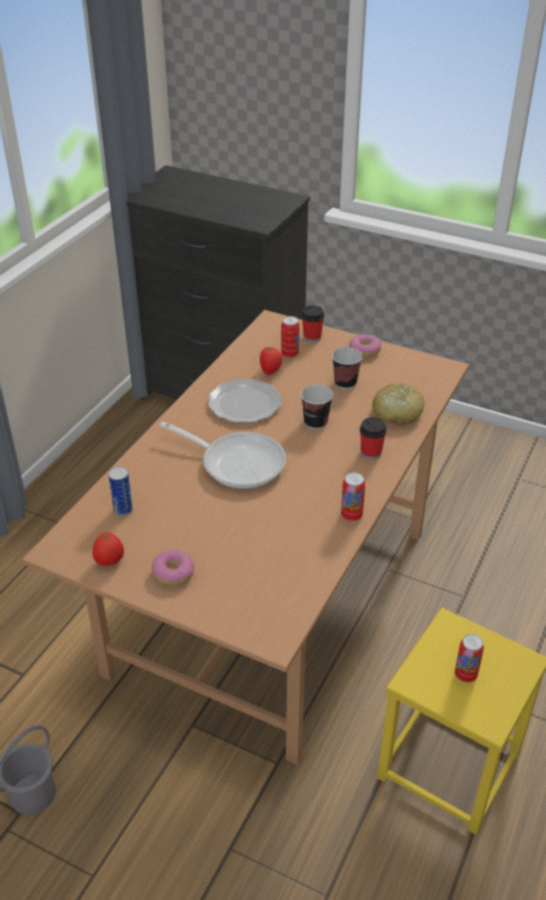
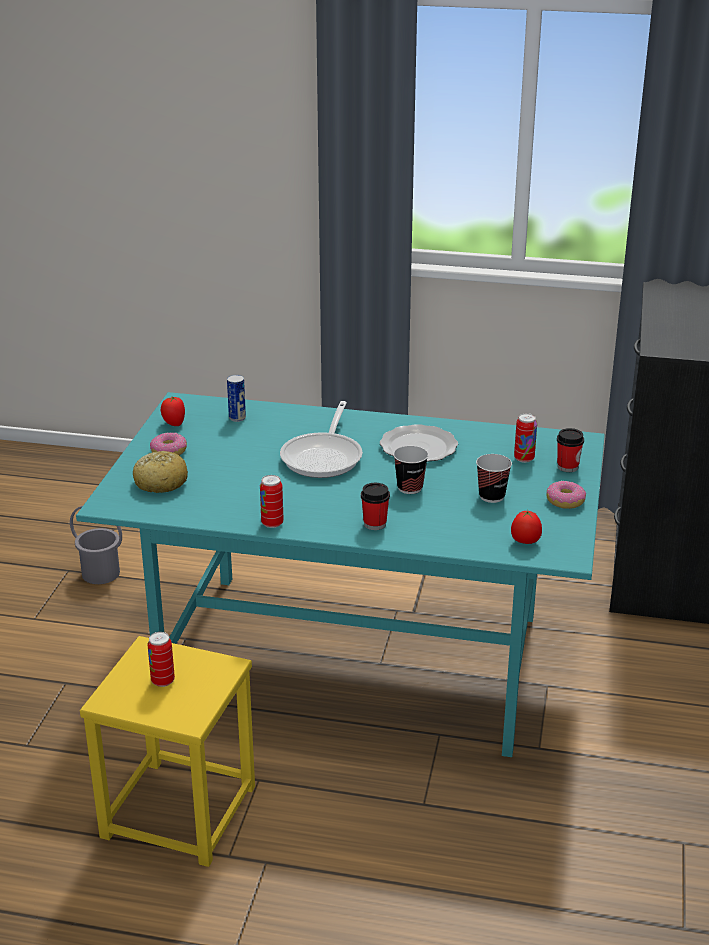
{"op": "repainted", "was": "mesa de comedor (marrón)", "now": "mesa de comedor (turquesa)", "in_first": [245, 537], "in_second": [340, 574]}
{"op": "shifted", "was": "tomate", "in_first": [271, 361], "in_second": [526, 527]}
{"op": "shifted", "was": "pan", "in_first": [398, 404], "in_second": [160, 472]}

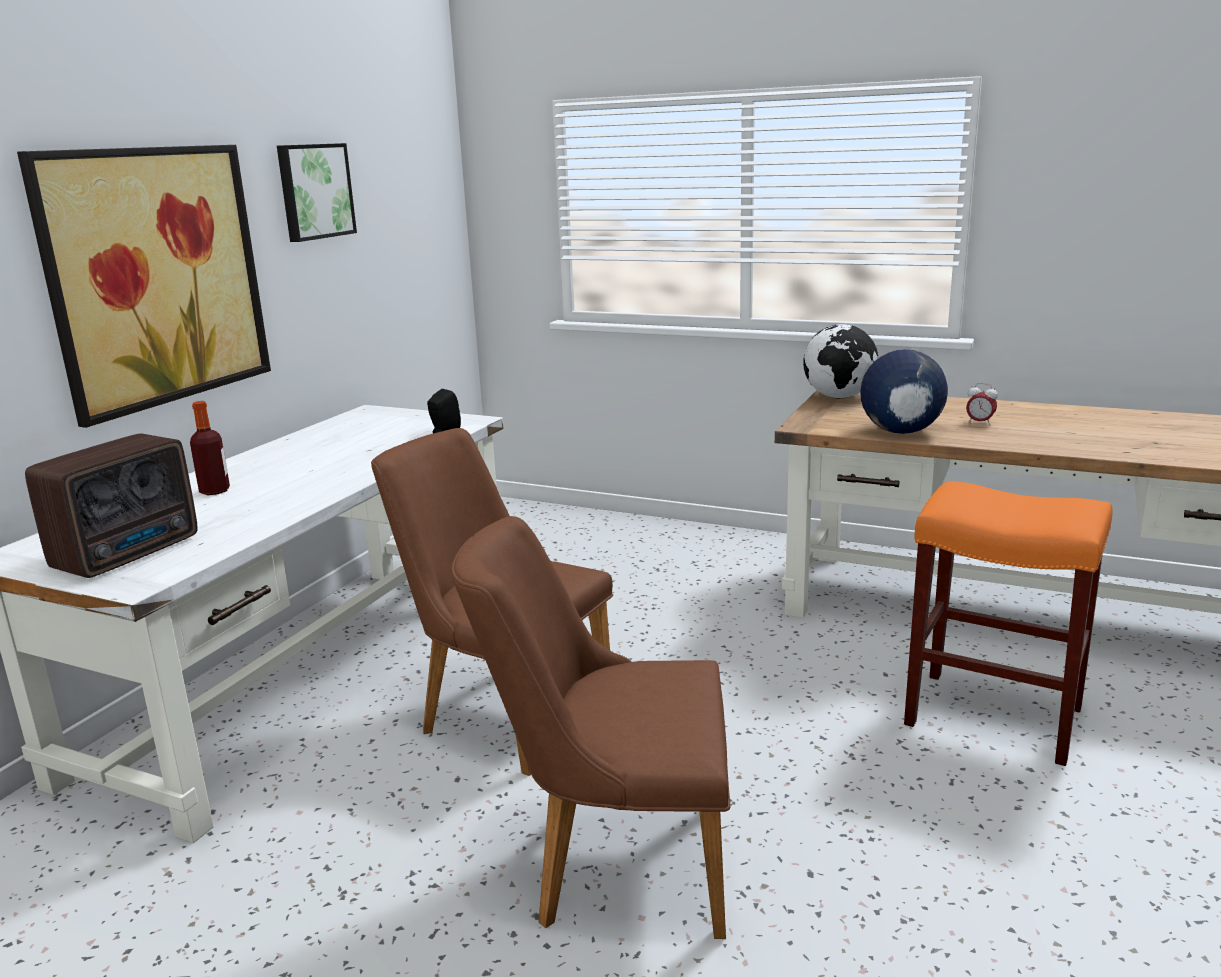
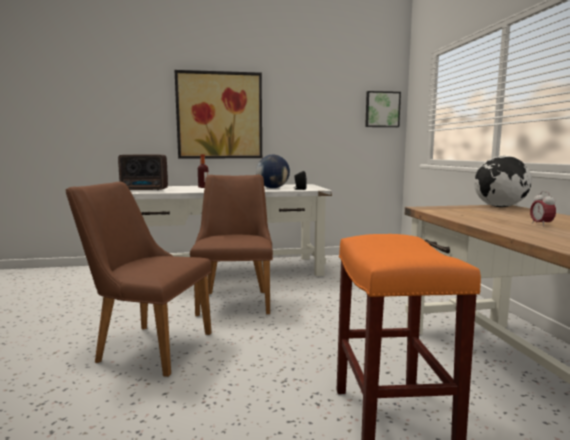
{"op": "shifted", "was": "cuadro", "in_first": [317, 192], "in_second": [383, 109]}
{"op": "rotated", "was": "silla (marrón)", "in_first": [590, 727], "in_second": [139, 279], "clockwise": -45}
{"op": "shifted", "was": "globo terráqueo", "in_first": [904, 391], "in_second": [273, 171]}

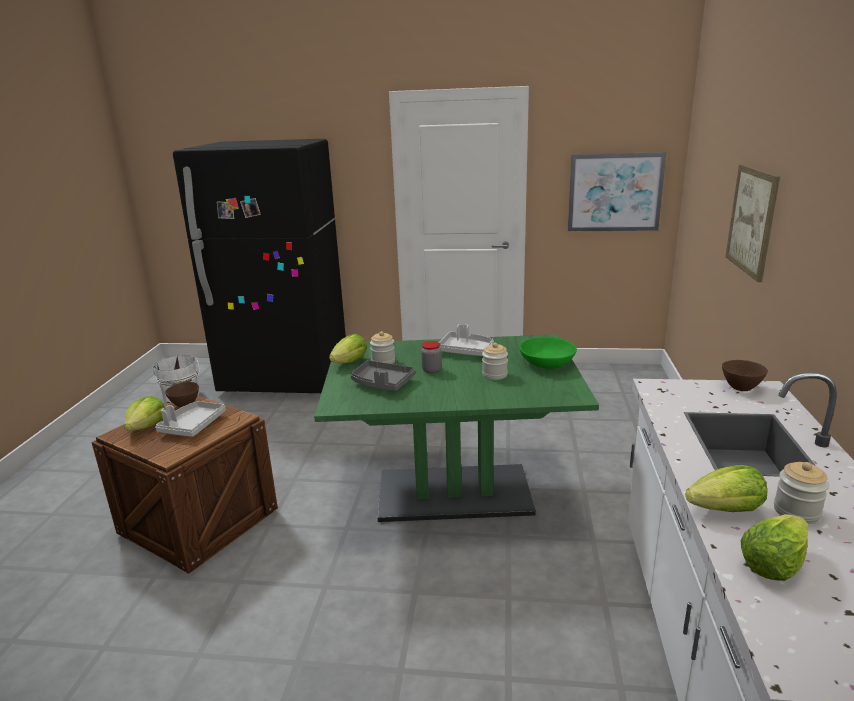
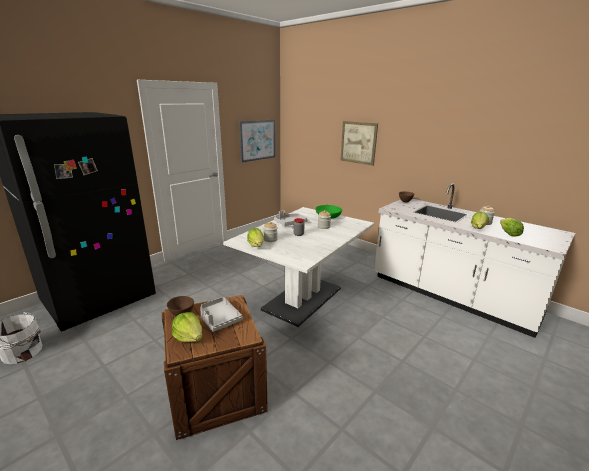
{"op": "repainted", "was": "mesa de comedor (verde)", "now": "mesa de comedor (blanco)", "in_first": [456, 428], "in_second": [298, 267]}
{"op": "gone", "was": "bandeja (gris)", "in_first": [383, 375]}

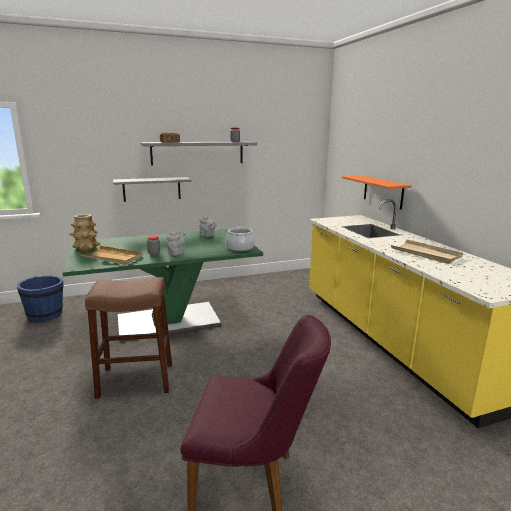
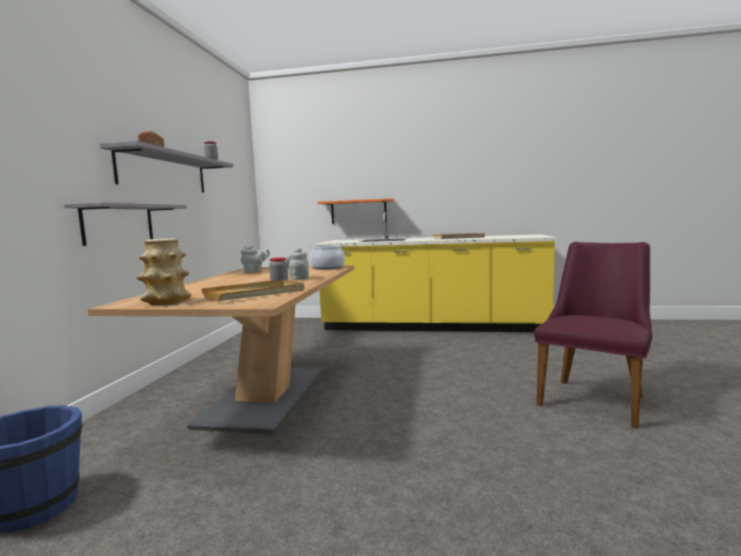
{"op": "repainted", "was": "mesa de comedor (verde)", "now": "mesa de comedor (marrón)", "in_first": [163, 285], "in_second": [221, 350]}
{"op": "gone", "was": "taburete (marrón)", "in_first": [128, 337]}

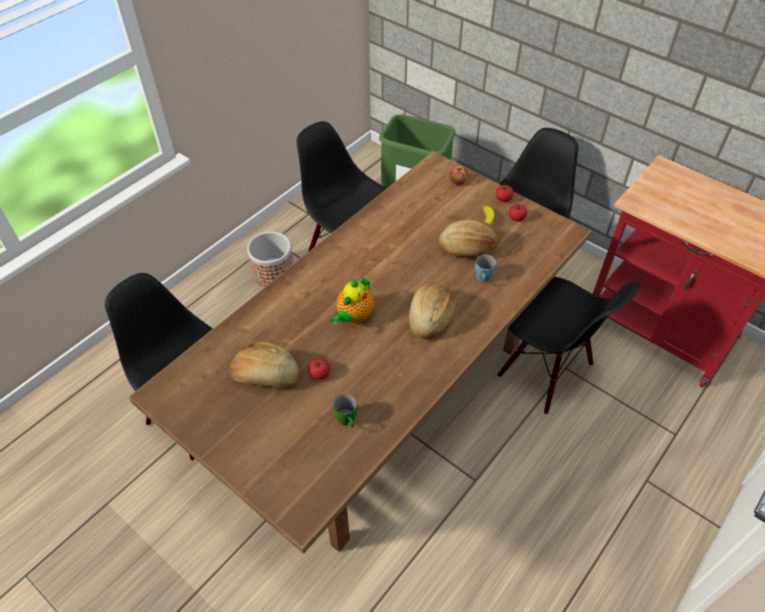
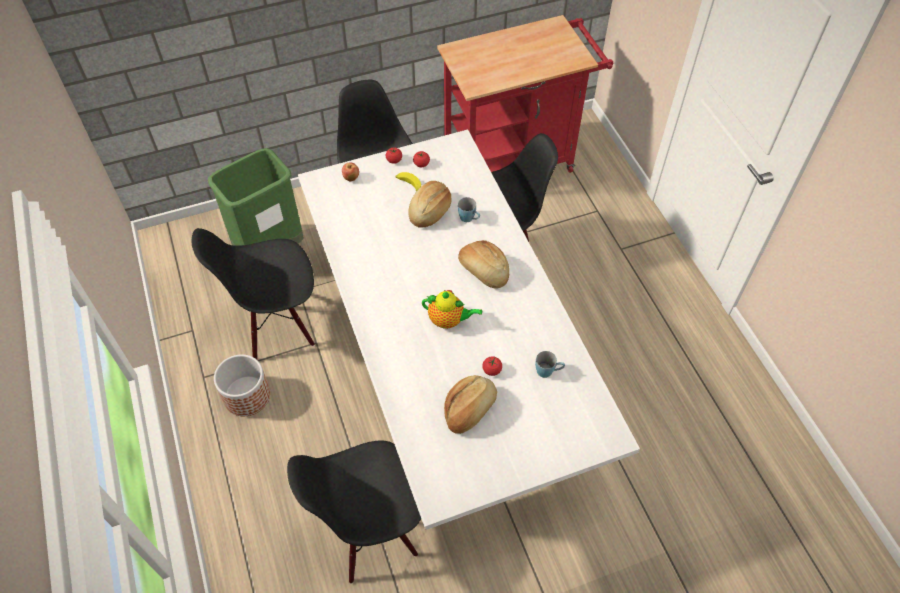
{"op": "repainted", "was": "mesa de comedor (marrón)", "now": "mesa de comedor (blanco)", "in_first": [360, 352], "in_second": [469, 330]}
{"op": "rotated", "was": "tetera", "in_first": [352, 301], "in_second": [452, 309], "clockwise": -45}
{"op": "repainted", "was": "taza grande (verde)", "now": "taza grande (azul)", "in_first": [345, 411], "in_second": [550, 364]}

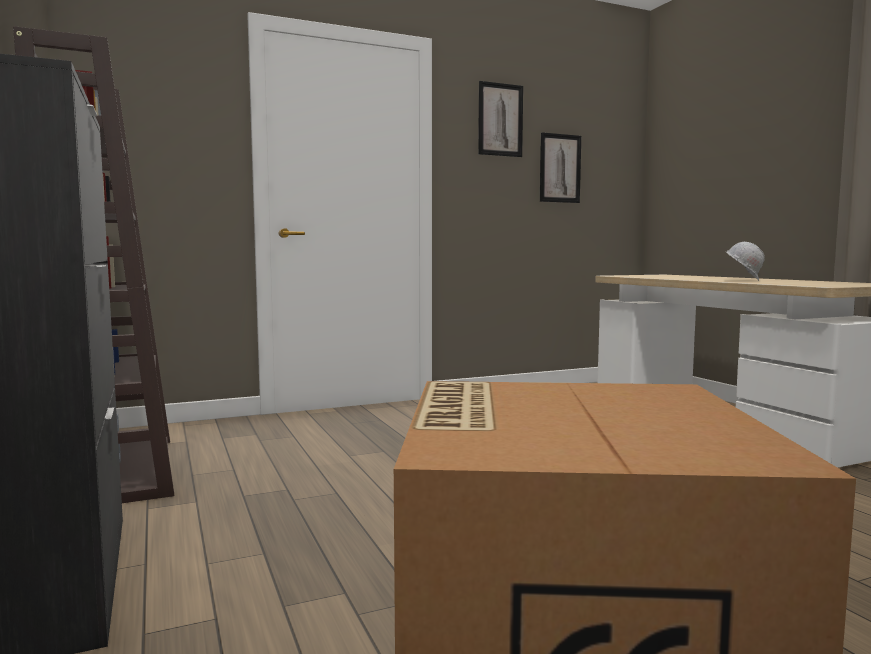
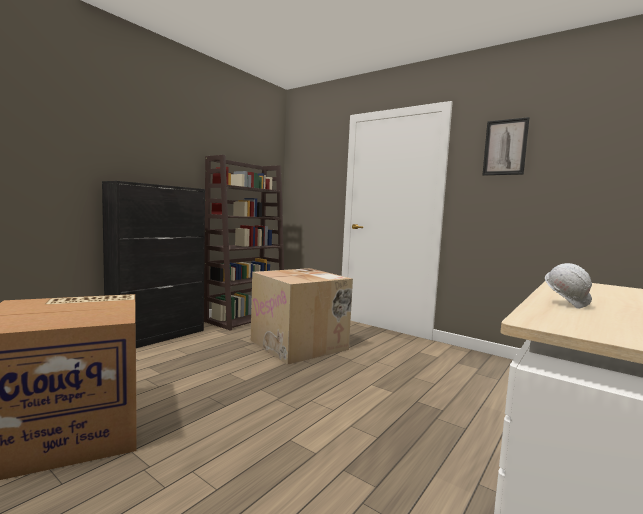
{"op": "gone", "was": "cuadro", "in_first": [560, 167]}
{"op": "new", "now": "caja de cartón", "in_second": [302, 316]}

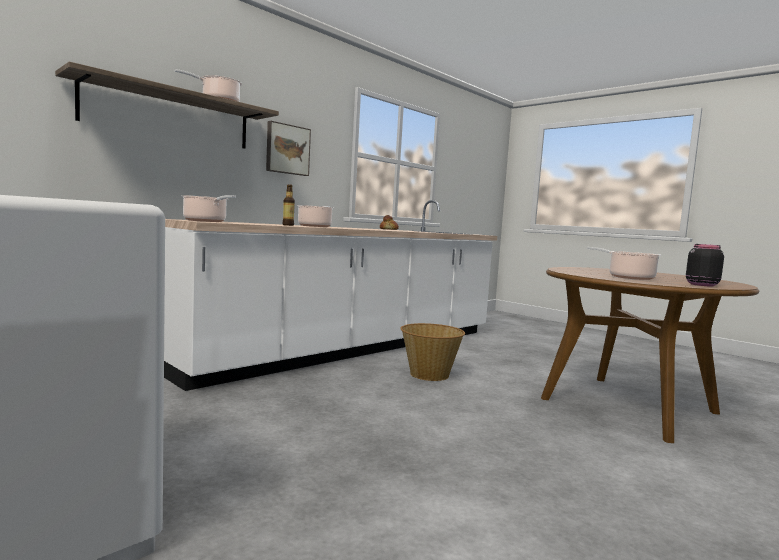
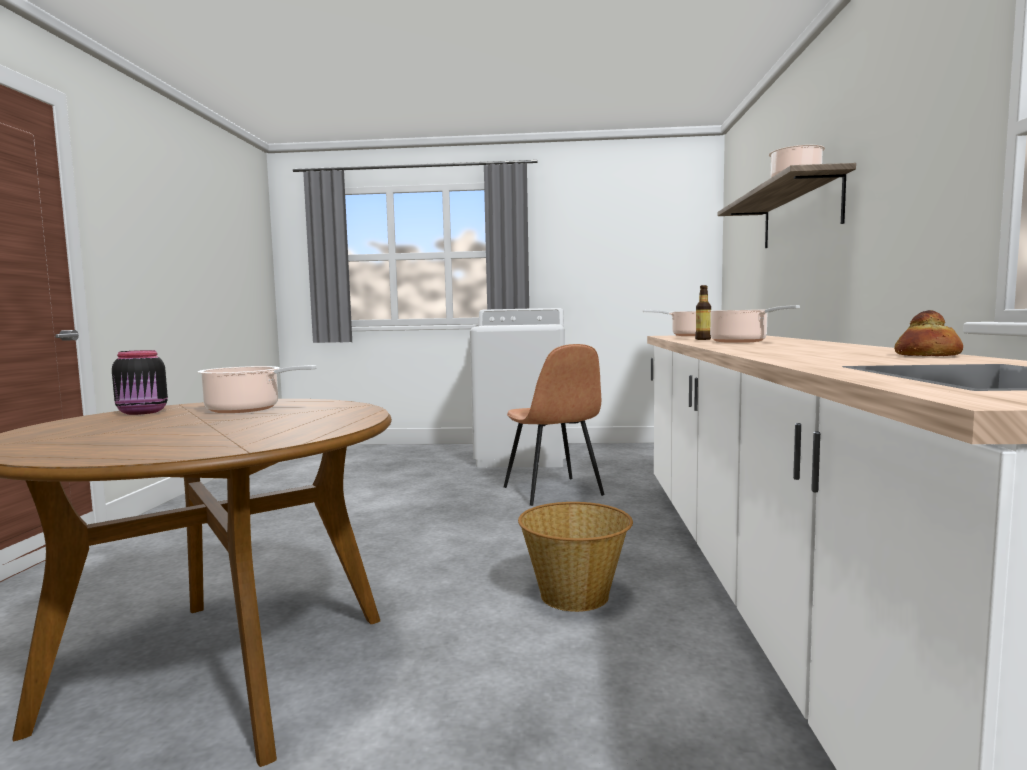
{"op": "gone", "was": "cuadro", "in_first": [288, 148]}
{"op": "new", "now": "silla (marrón)", "in_second": [554, 425]}

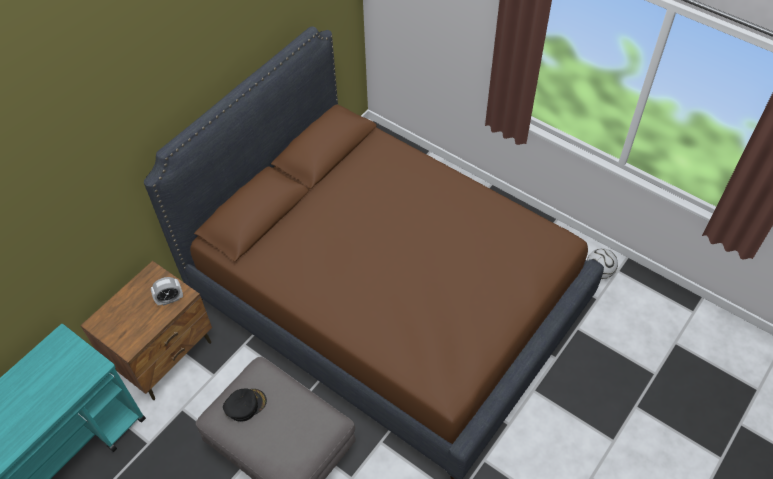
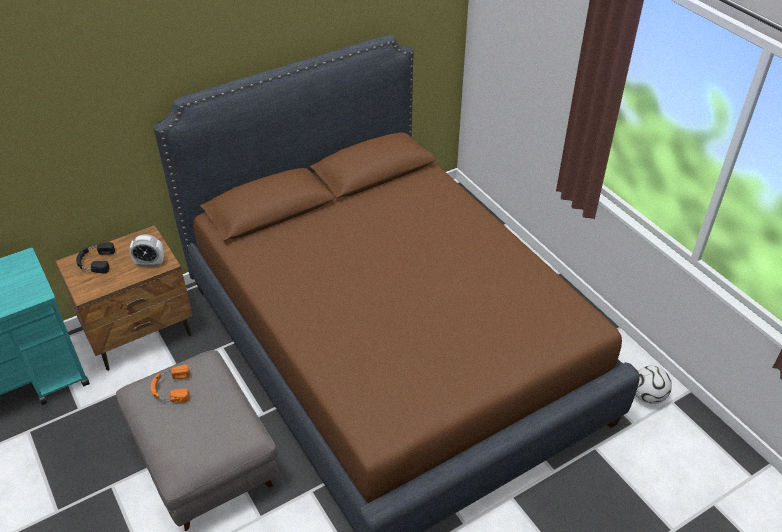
{"op": "swapped", "was": "gorra (negro)", "now": "auriculares (naranja)", "in_first": [245, 405], "in_second": [170, 383]}
{"op": "new", "now": "auriculares (negro)", "in_second": [95, 257]}

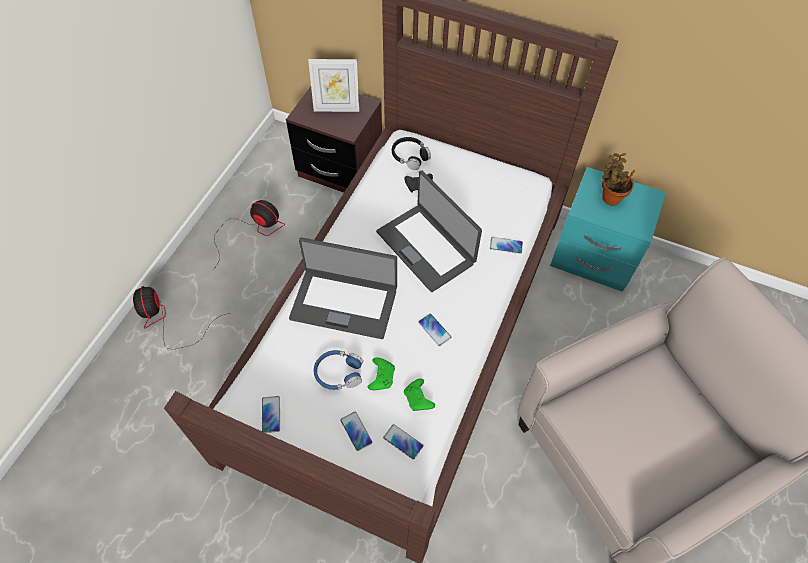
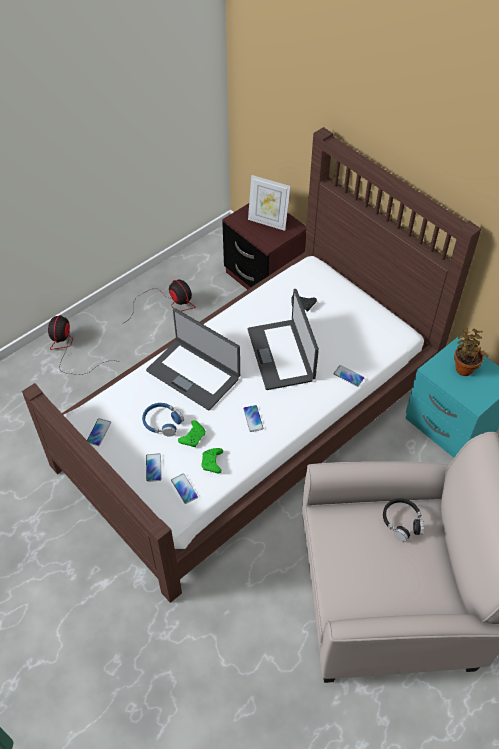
{"op": "shifted", "was": "auriculares (negro)", "in_first": [411, 153], "in_second": [403, 520]}

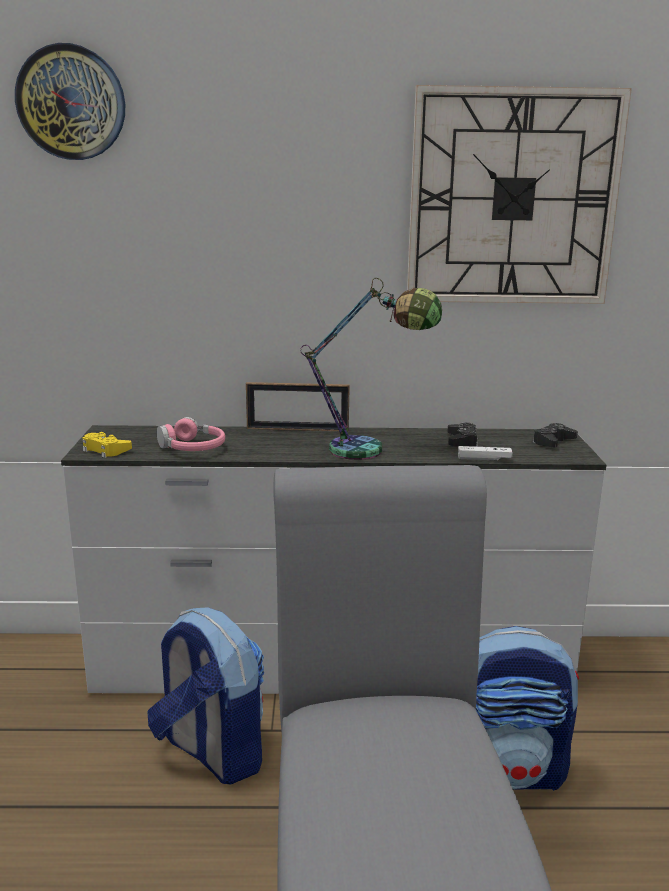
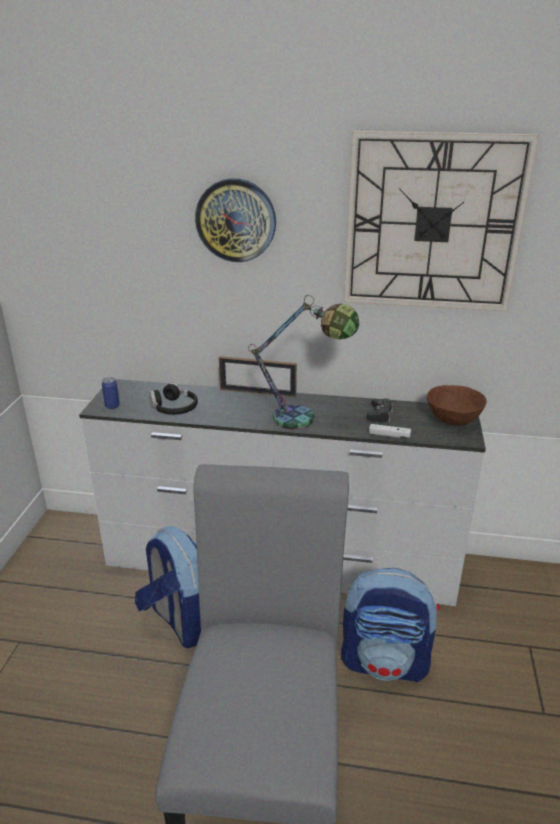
{"op": "shifted", "was": "reloj de pared", "in_first": [70, 101], "in_second": [235, 220]}
{"op": "swapped", "was": "mando de consola (amarillo)", "now": "lata", "in_first": [107, 445], "in_second": [111, 393]}
{"op": "repainted", "was": "auriculares (rosa)", "now": "auriculares (negro)", "in_first": [191, 434], "in_second": [173, 399]}
{"op": "swapped", "was": "mando de consola (negro)", "now": "cuenco (marrón)", "in_first": [555, 435], "in_second": [457, 405]}

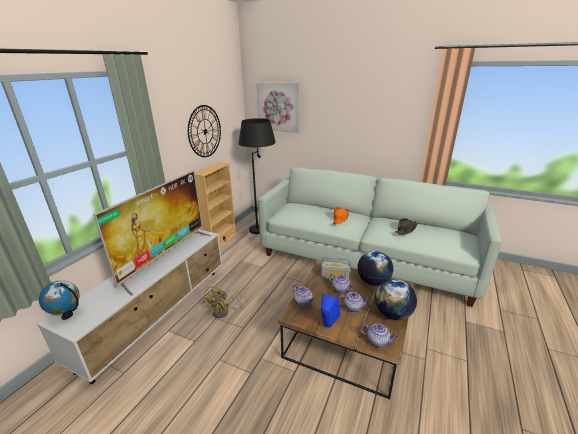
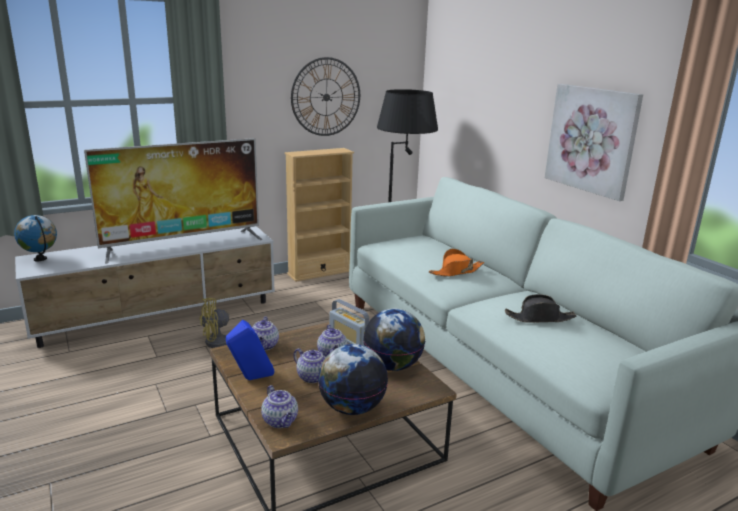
{"op": "shifted", "was": "cuadro", "in_first": [278, 107], "in_second": [594, 142]}

